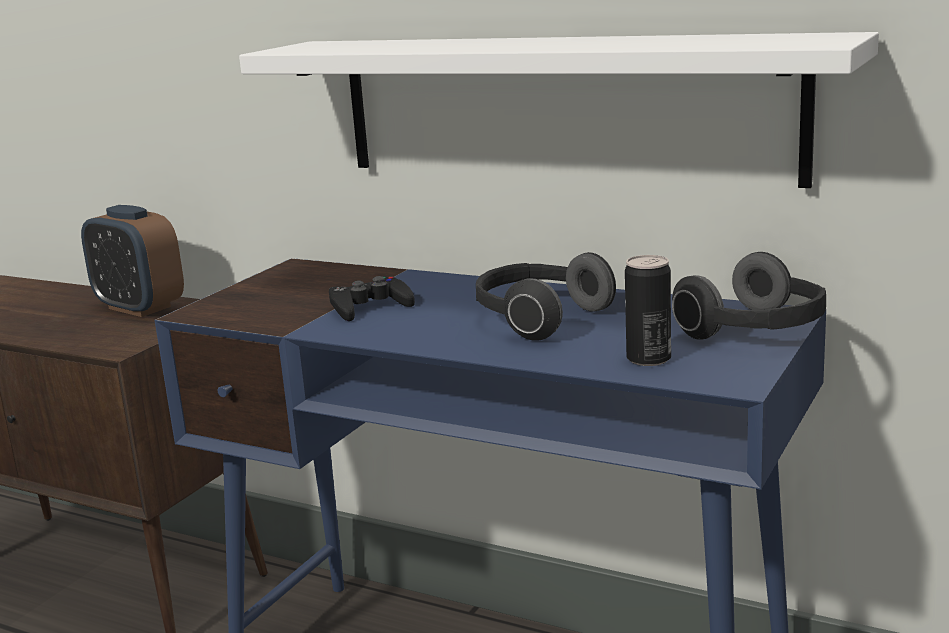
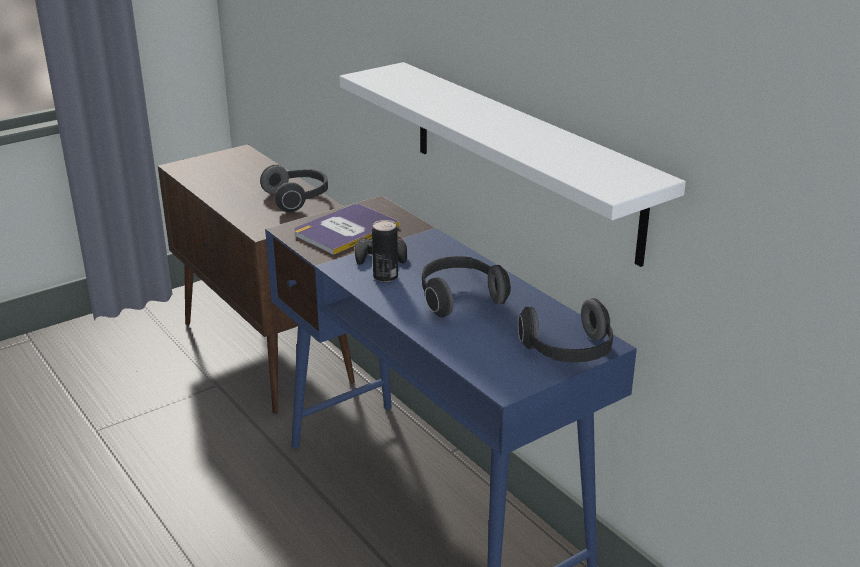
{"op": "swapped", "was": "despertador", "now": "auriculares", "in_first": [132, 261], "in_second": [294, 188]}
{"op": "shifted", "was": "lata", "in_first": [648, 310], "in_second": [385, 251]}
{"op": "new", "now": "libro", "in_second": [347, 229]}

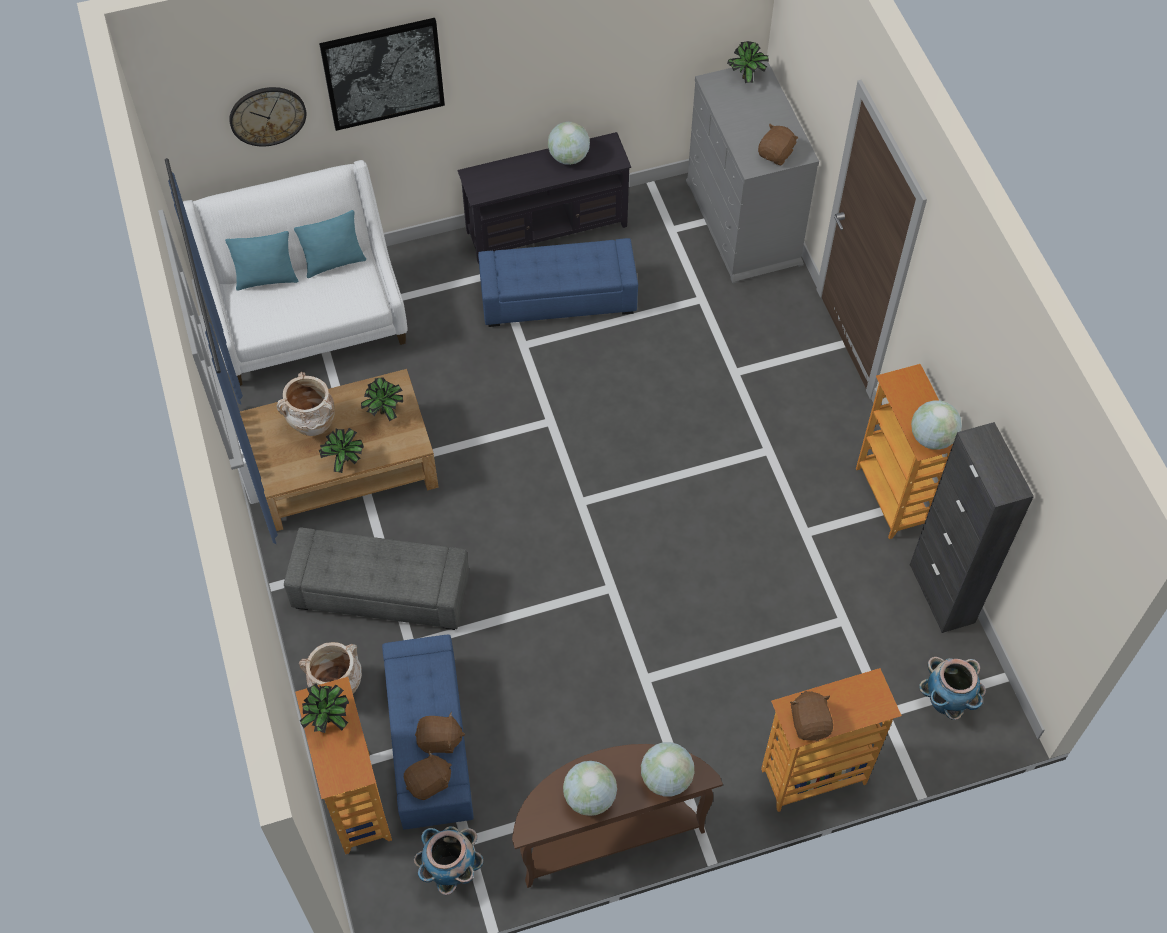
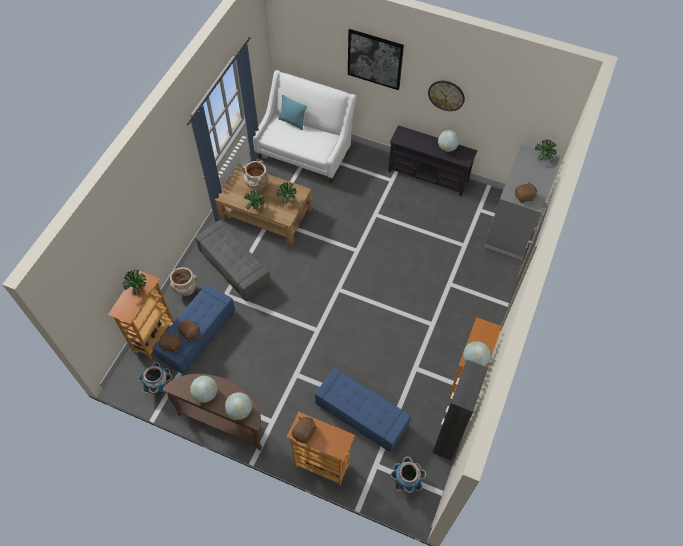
{"op": "shifted", "was": "reloj de pared", "in_first": [267, 116], "in_second": [446, 96]}
{"op": "gone", "was": "cojín (turquesa)", "in_first": [330, 244]}
{"op": "shifted", "was": "puf (azul)", "in_first": [558, 282], "in_second": [363, 410]}

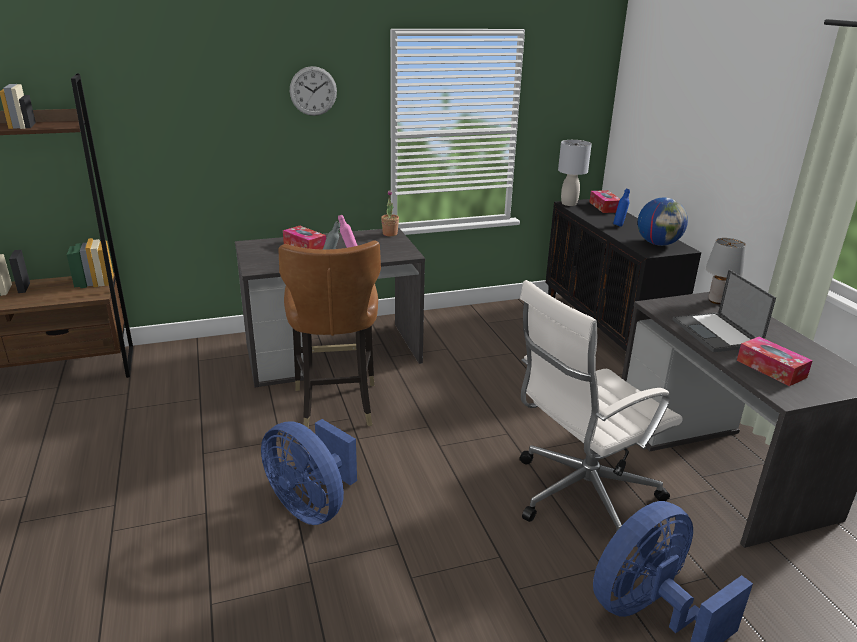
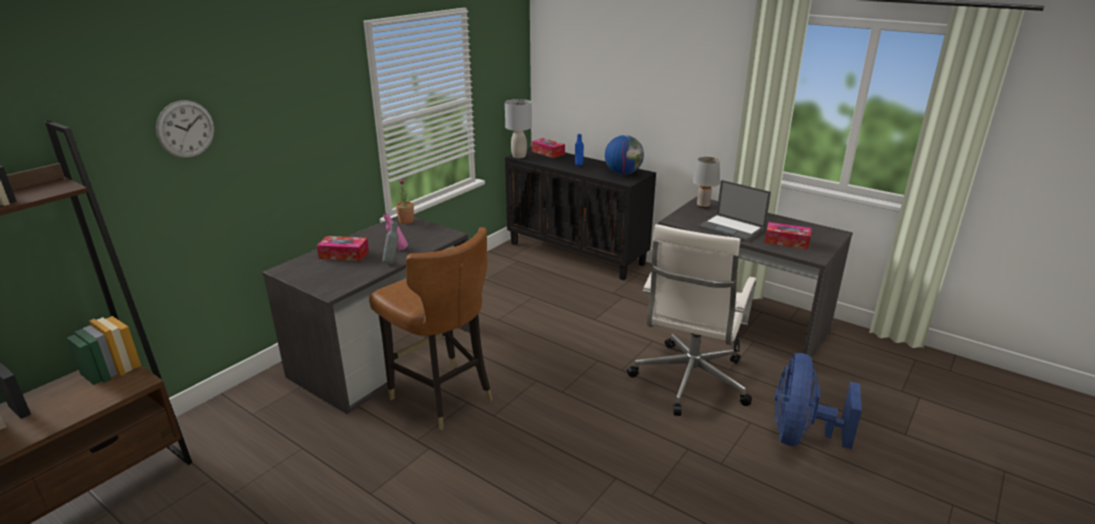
{"op": "gone", "was": "ventilador (azul)", "in_first": [309, 472]}
{"op": "shifted", "was": "reloj de pared", "in_first": [313, 91], "in_second": [185, 129]}

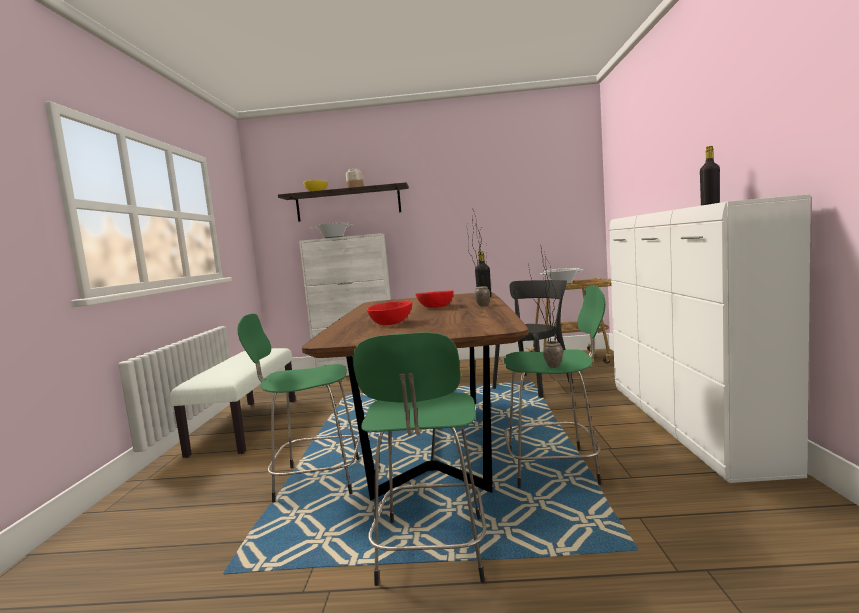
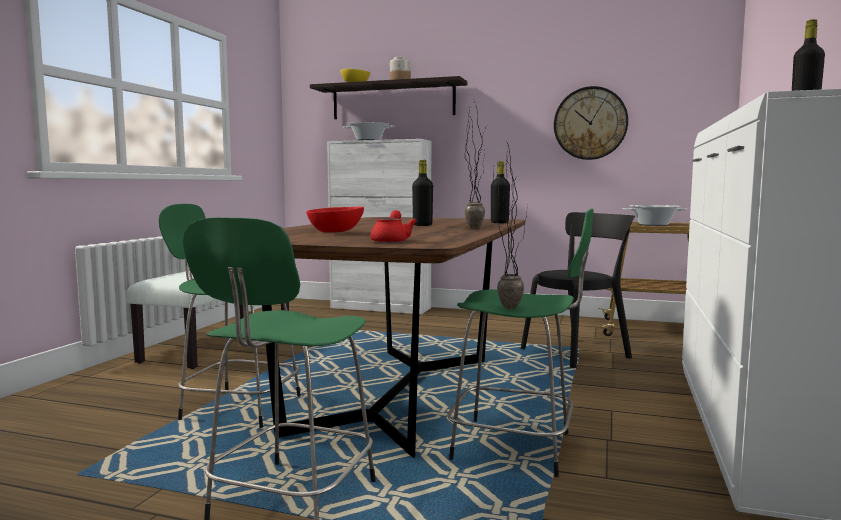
{"op": "swapped", "was": "cuenco (rojo)", "now": "botella (negro)", "in_first": [434, 299], "in_second": [422, 193]}
{"op": "new", "now": "tetera (rojo)", "in_second": [393, 226]}
{"op": "new", "now": "reloj de pared", "in_second": [591, 123]}

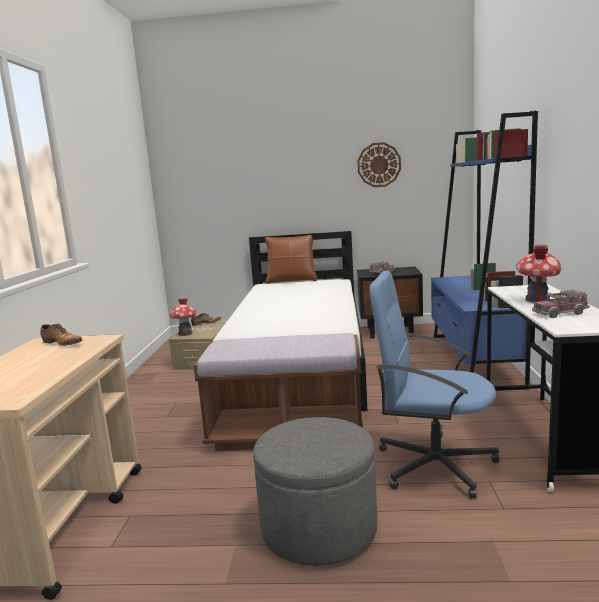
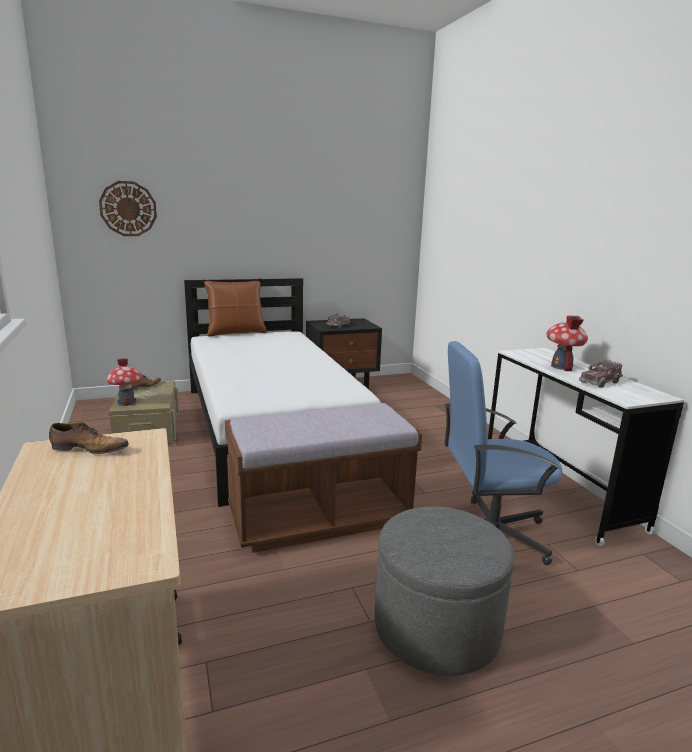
{"op": "shifted", "was": "reloj de pared", "in_first": [379, 164], "in_second": [128, 208]}
{"op": "gone", "was": "estantería (azul)", "in_first": [484, 251]}

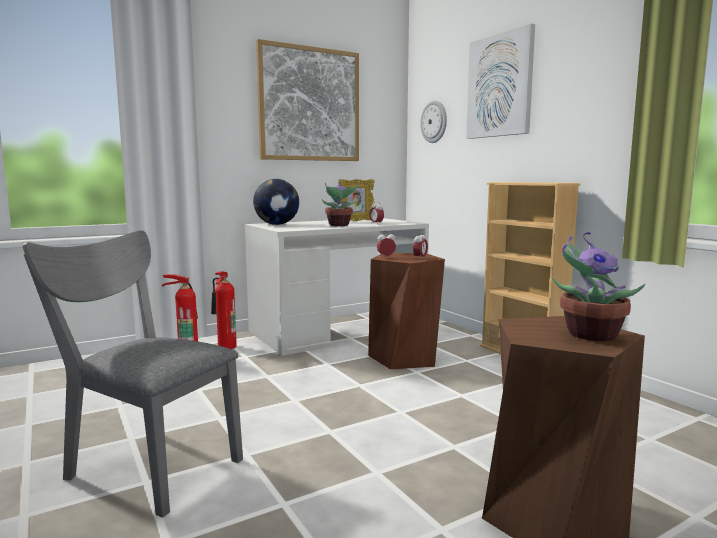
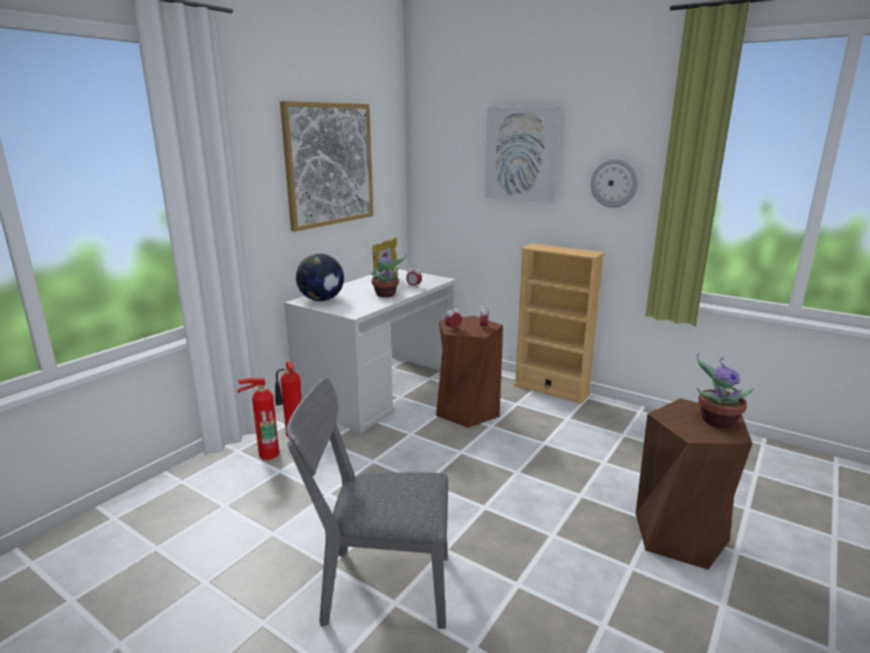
{"op": "shifted", "was": "reloj de pared", "in_first": [433, 121], "in_second": [614, 183]}

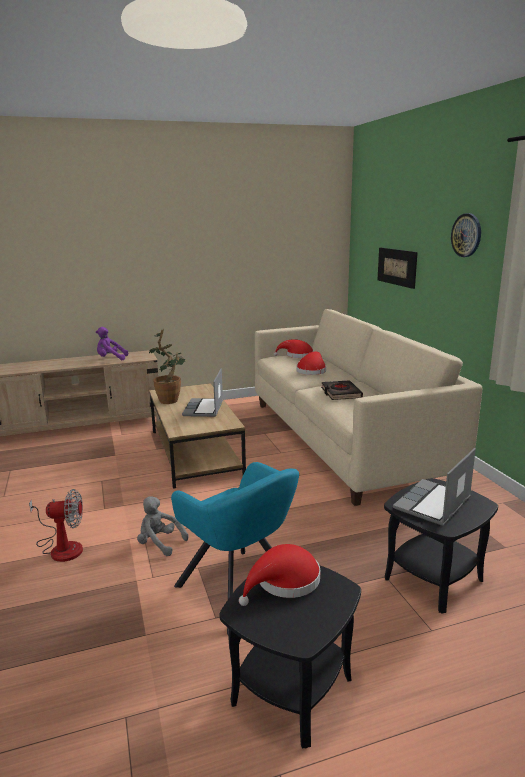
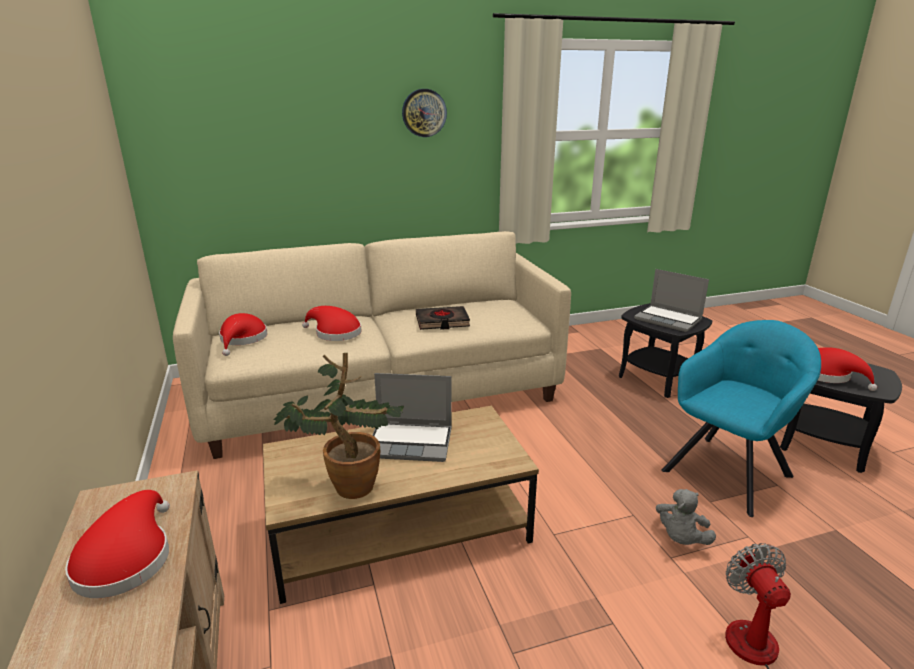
{"op": "swapped", "was": "peluche (morado)", "now": "sombrero (rojo)", "in_first": [112, 343], "in_second": [117, 544]}
{"op": "gone", "was": "cuadro", "in_first": [397, 268]}

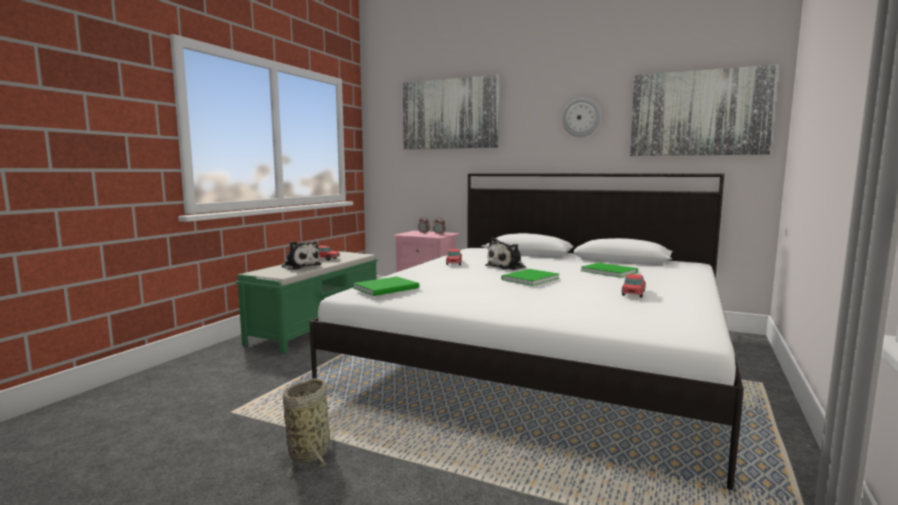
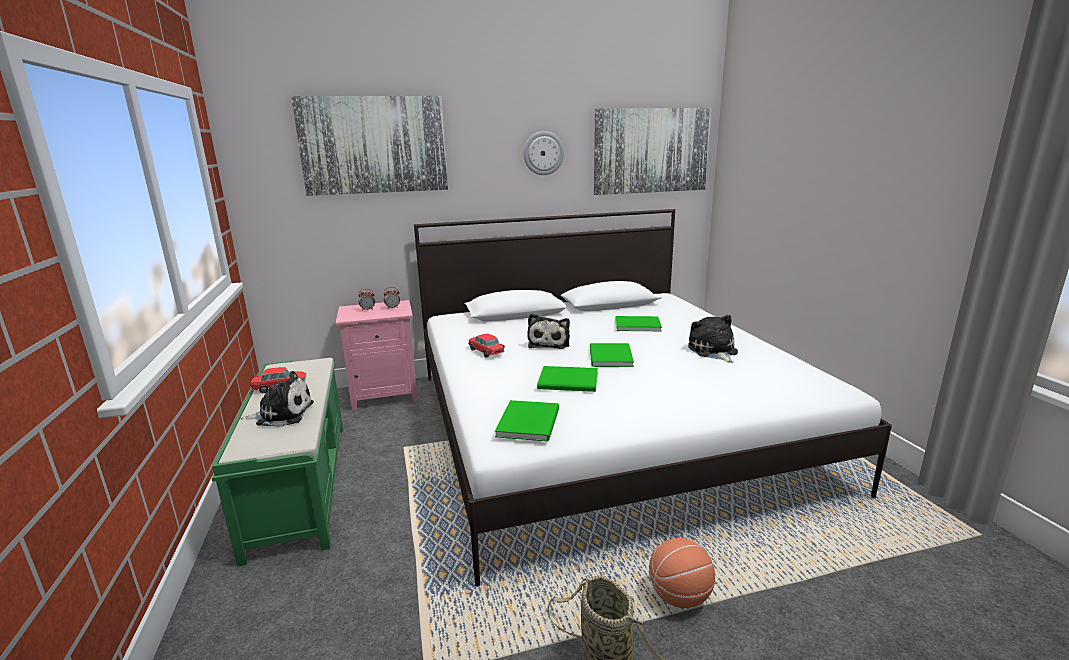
{"op": "swapped", "was": "coche de juguete", "now": "peluche", "in_first": [633, 285], "in_second": [713, 339]}
{"op": "new", "now": "libro (verde)", "in_second": [567, 379]}
{"op": "new", "now": "balón de baloncesto", "in_second": [682, 573]}

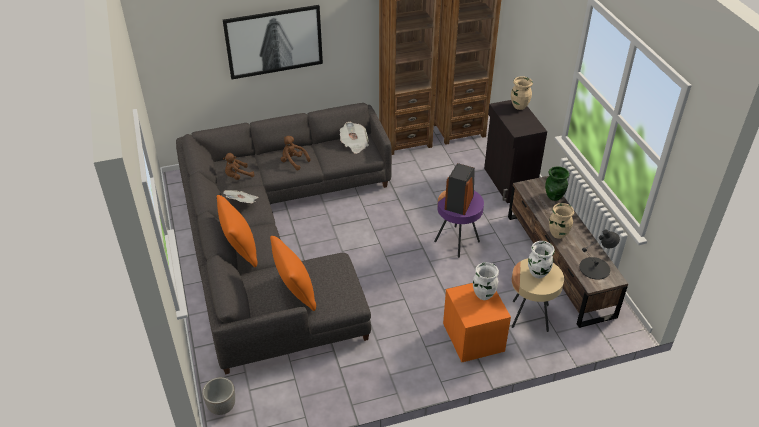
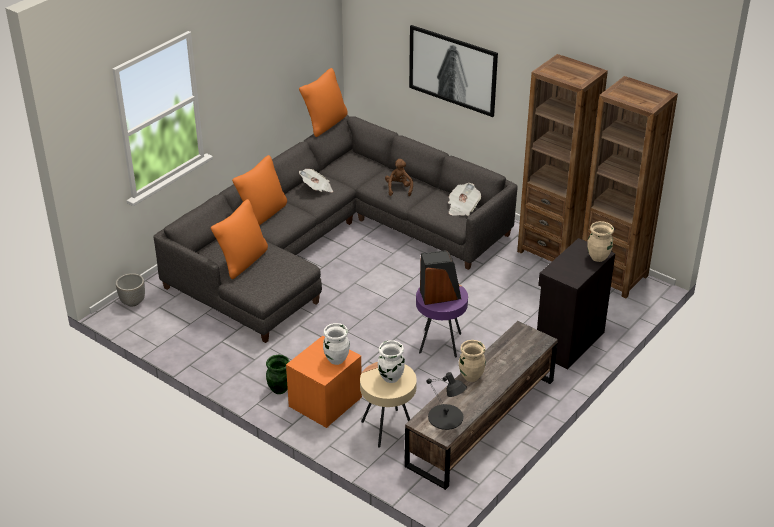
{"op": "gone", "was": "peluche (marrón)", "in_first": [238, 166]}
{"op": "shifted", "was": "florero (verde)", "in_first": [557, 184], "in_second": [277, 374]}
{"op": "new", "now": "cojín (naranja)", "in_second": [323, 102]}

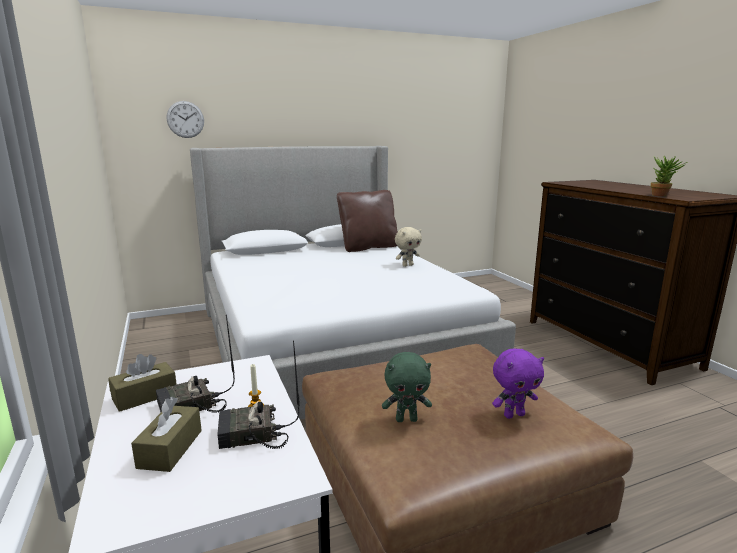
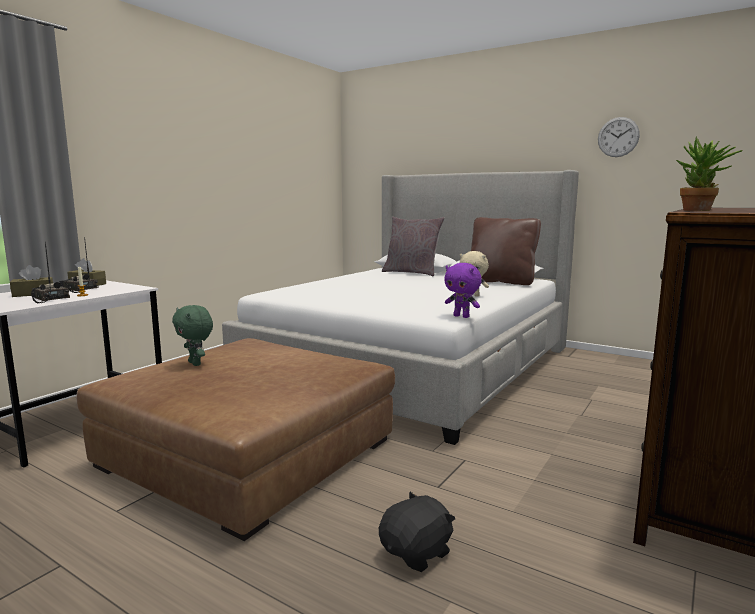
{"op": "shifted", "was": "reloj de pared", "in_first": [185, 119], "in_second": [619, 137]}
{"op": "shifted", "was": "peluche (morado)", "in_first": [518, 384], "in_second": [463, 290]}
{"op": "new", "now": "peluche (negro)", "in_second": [417, 532]}
{"op": "new", "now": "cojín (gris)", "in_second": [413, 246]}

